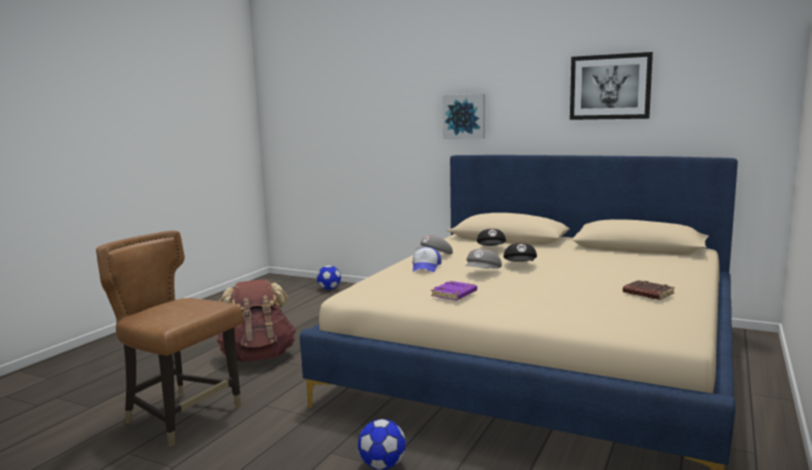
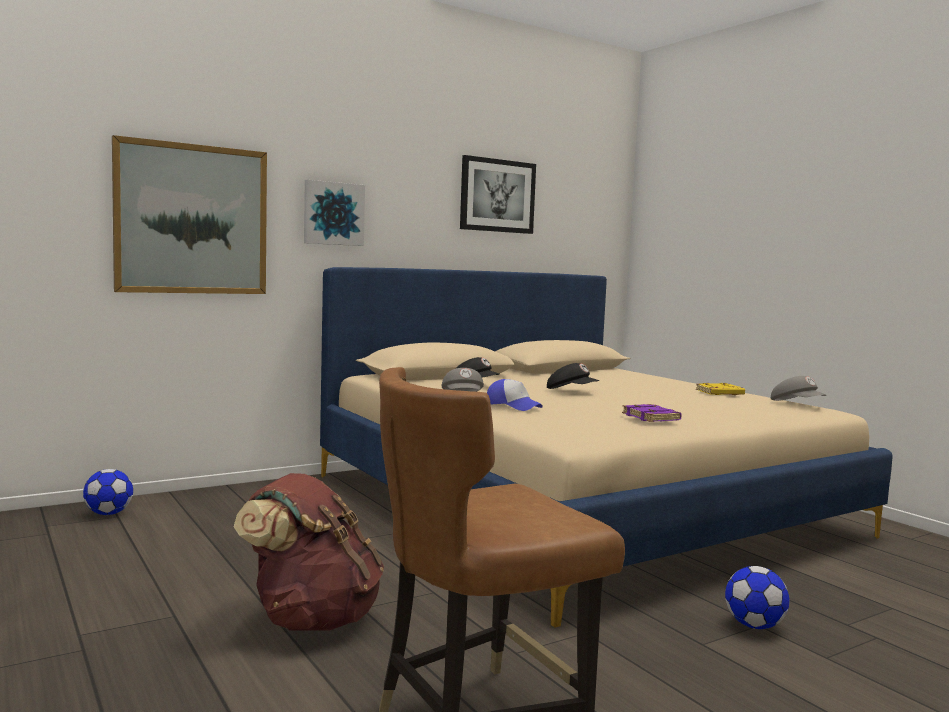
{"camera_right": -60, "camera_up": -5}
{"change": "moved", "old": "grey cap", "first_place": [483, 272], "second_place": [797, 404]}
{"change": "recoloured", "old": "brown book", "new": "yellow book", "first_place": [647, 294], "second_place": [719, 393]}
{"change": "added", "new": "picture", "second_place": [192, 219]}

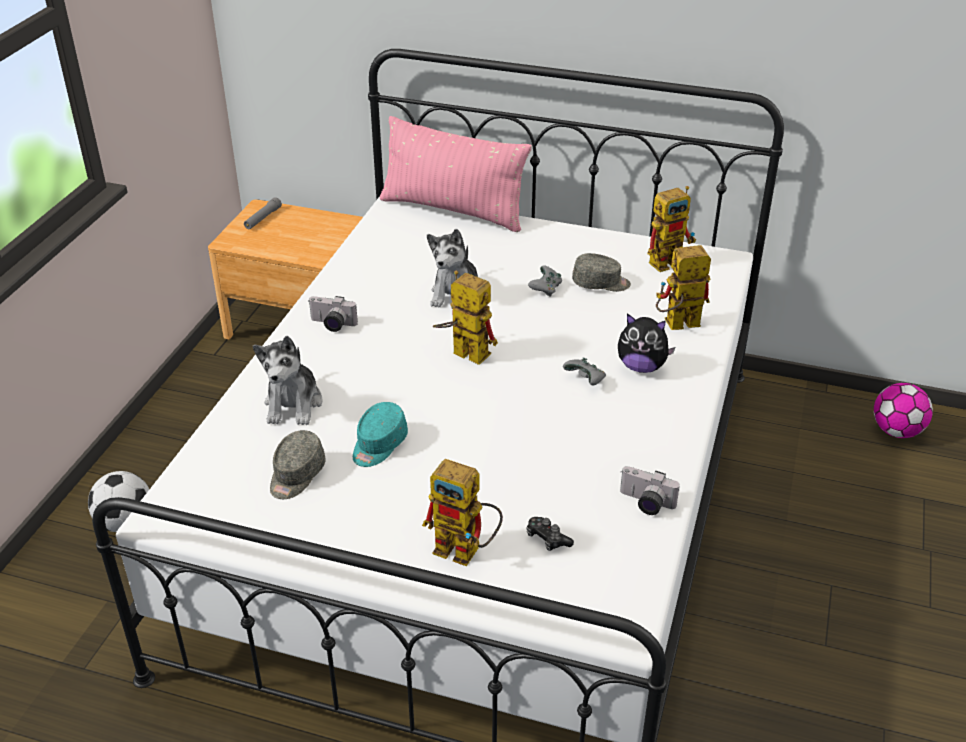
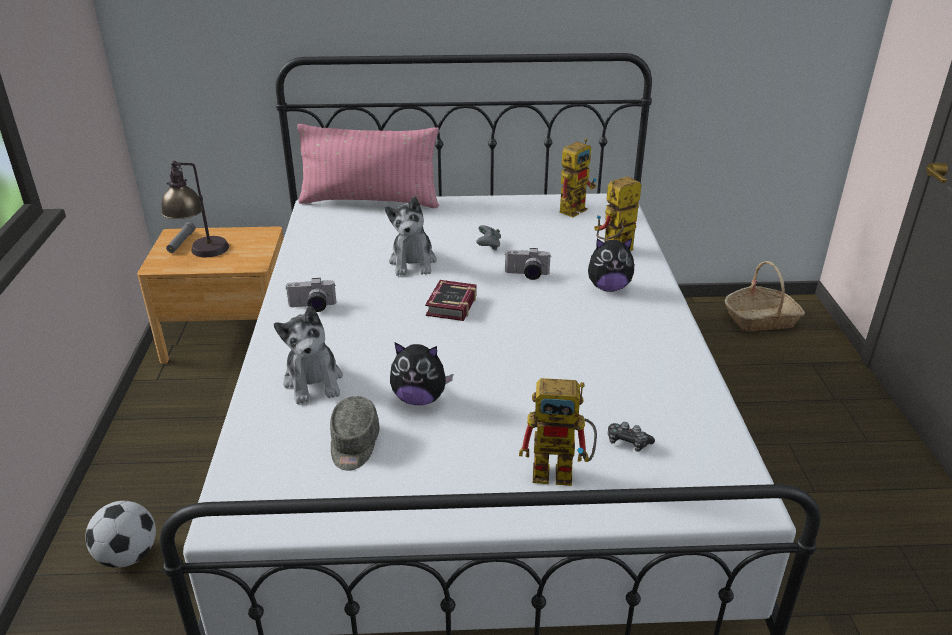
{"camera_right": -20, "camera_up": -5}
{"change": "removed", "old": "grey cap", "first_place": [601, 283]}
{"change": "replaced", "old": "toy robot", "new": "book", "first_place": [463, 353], "second_place": [449, 306]}
{"change": "removed", "old": "grey game controller", "first_place": [585, 380]}
{"change": "replaced", "old": "football", "new": "basket", "first_place": [896, 431], "second_place": [761, 319]}
{"change": "replaced", "old": "turquoise cap", "new": "plush toy", "first_place": [378, 445], "second_place": [419, 399]}
{"change": "moved", "old": "photo camera", "first_place": [645, 503], "second_place": [526, 275]}
{"change": "added", "new": "table lamp", "second_place": [202, 255]}

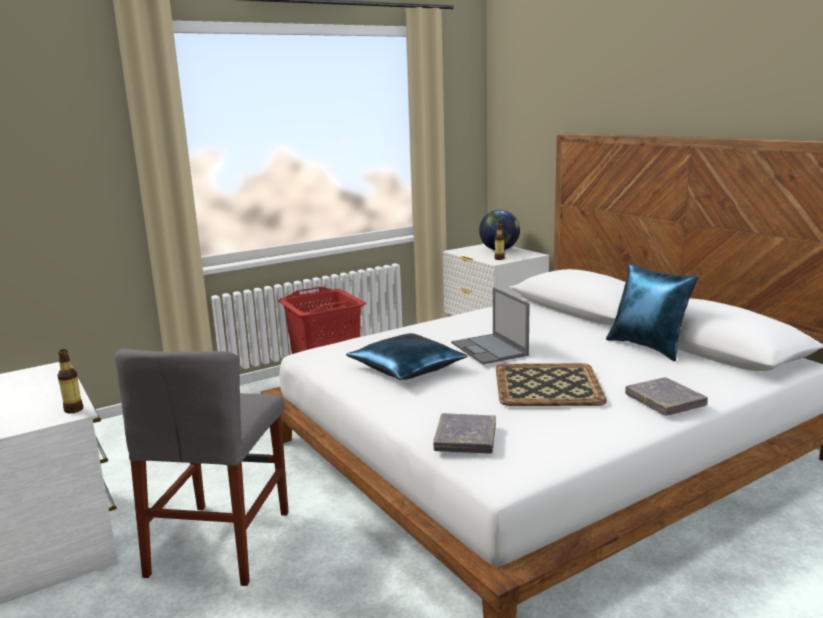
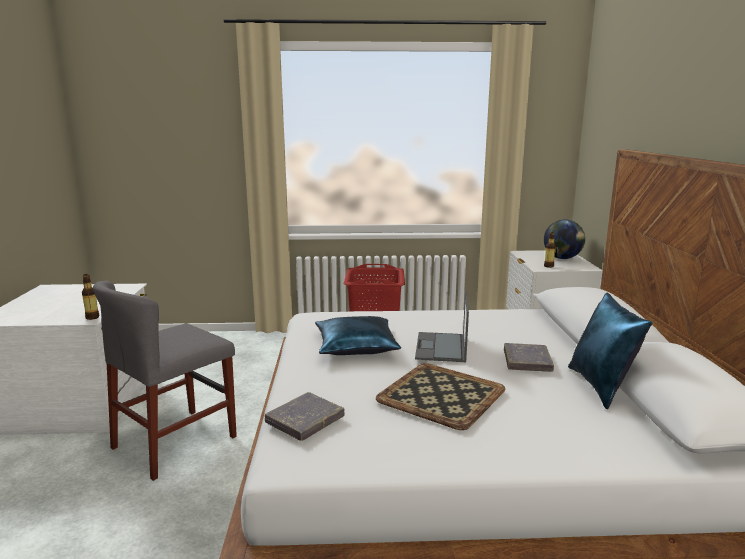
{"camera_right": 30, "camera_up": 0}
{"change": "moved", "old": "grey book", "first_place": [665, 401], "second_place": [527, 361]}

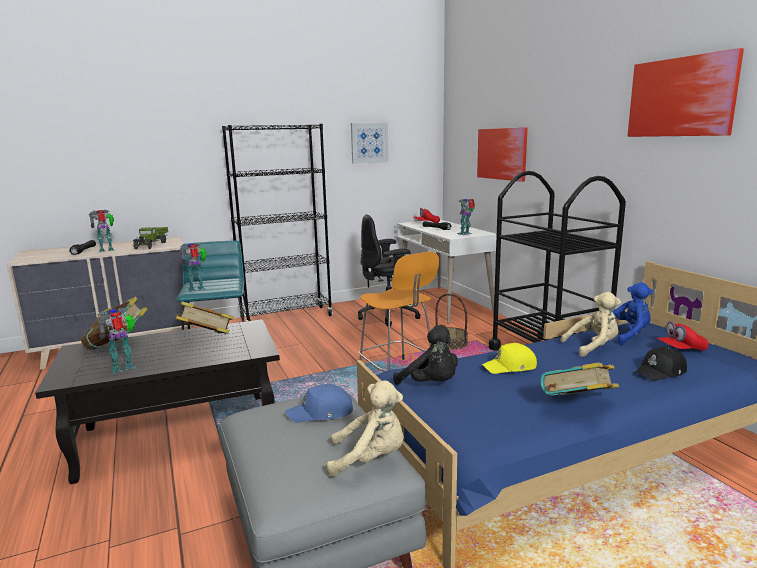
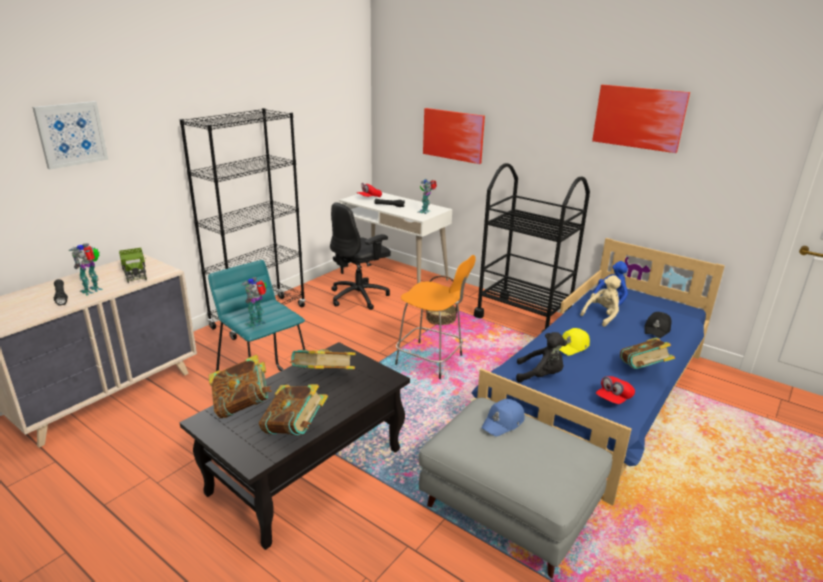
{"camera_right": -30, "camera_up": 10}
{"change": "moved", "old": "picture", "first_place": [369, 142], "second_place": [71, 134]}
{"change": "replaced", "old": "toy robot", "new": "book", "first_place": [124, 368], "second_place": [294, 429]}
{"change": "moved", "old": "red cap", "first_place": [681, 350], "second_place": [613, 399]}
{"change": "removed", "old": "beige plush toy", "first_place": [370, 459]}

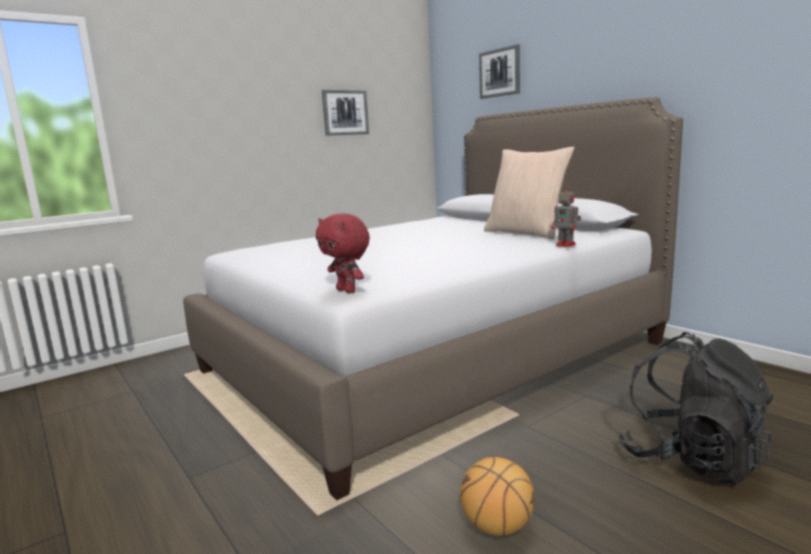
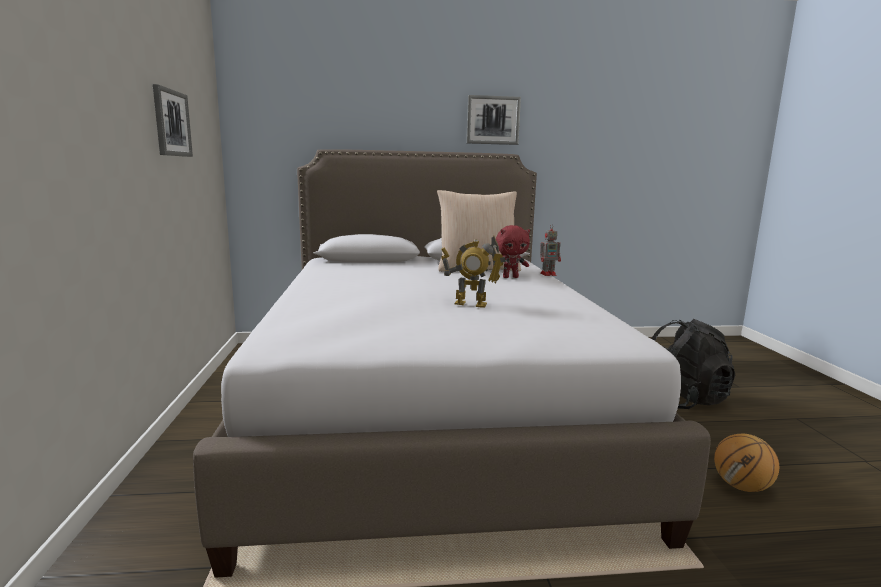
{"camera_right": -60, "camera_up": 0}
{"change": "moved", "old": "picture", "first_place": [500, 72], "second_place": [493, 120]}
{"change": "moved", "old": "red plush toy", "first_place": [347, 291], "second_place": [510, 277]}
{"change": "added", "new": "toy robot", "second_place": [470, 304]}

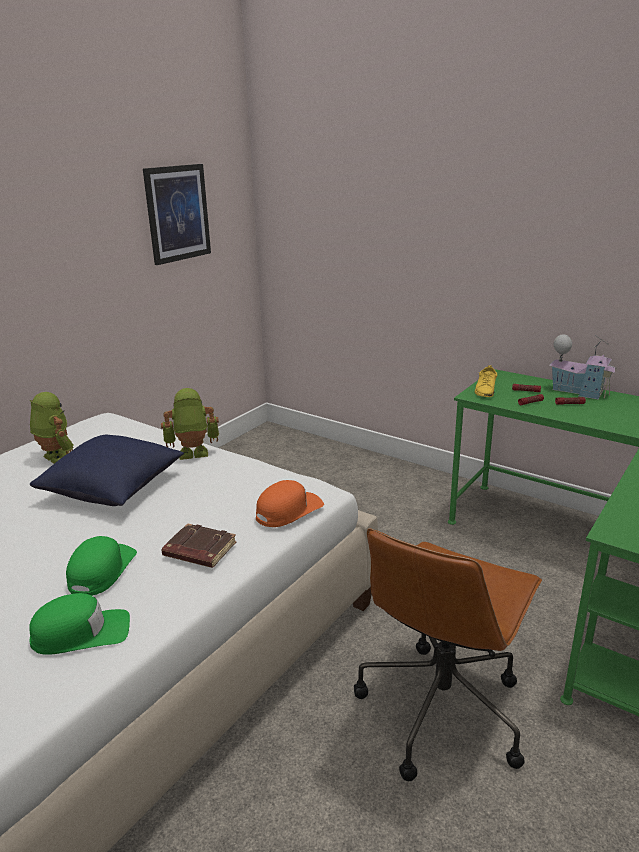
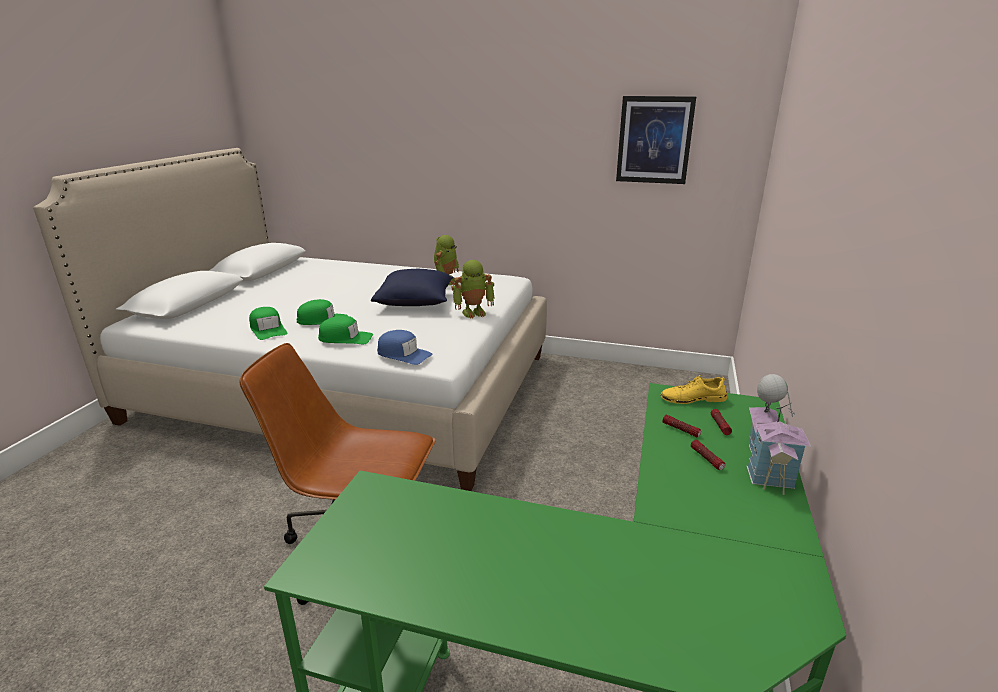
{"camera_right": 70, "camera_up": 0}
{"change": "turned", "old": "toy robot", "first_place": [193, 455], "second_place": [474, 312], "degrees": 105}
{"change": "recoloured", "old": "orange cap", "new": "blue cap", "first_place": [288, 510], "second_place": [403, 354]}
{"change": "replaced", "old": "brown book", "new": "green cap", "first_place": [198, 551], "second_place": [346, 338]}

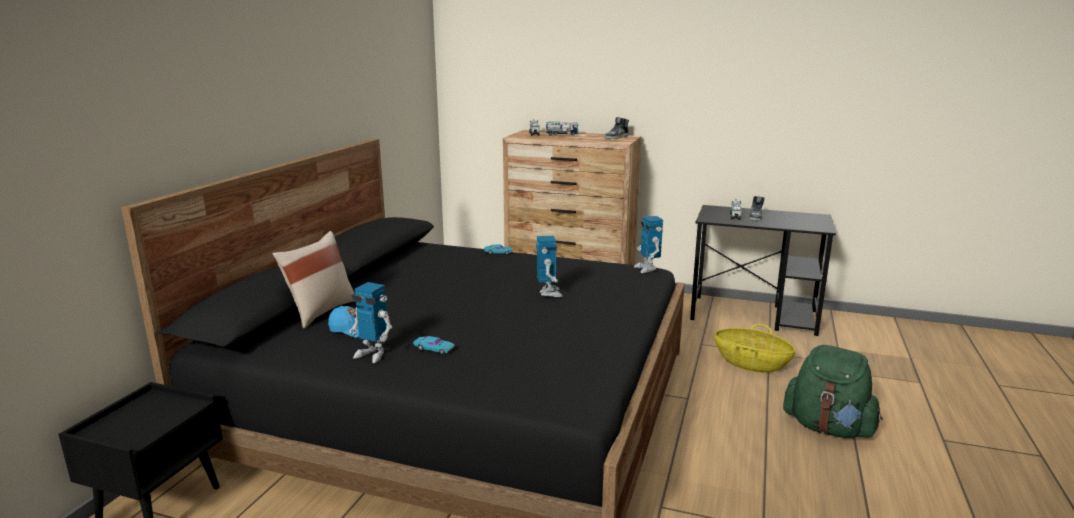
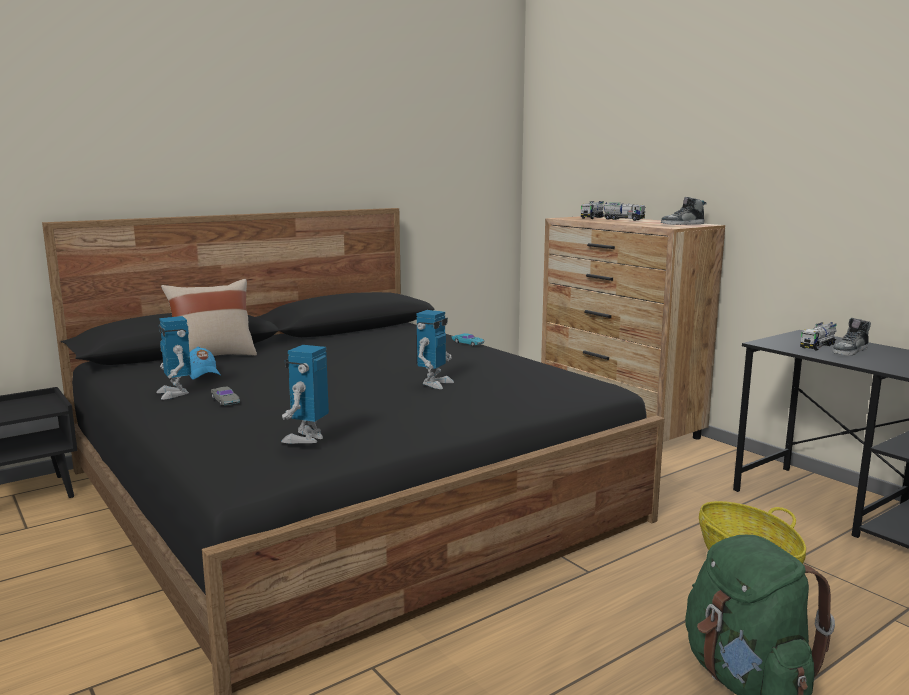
{"camera_right": 35, "camera_up": -5}
{"change": "moved", "old": "toy robot", "first_place": [647, 269], "second_place": [307, 438]}
{"change": "recoloured", "old": "turquoise toy car", "new": "grey toy car", "first_place": [434, 348], "second_place": [225, 400]}

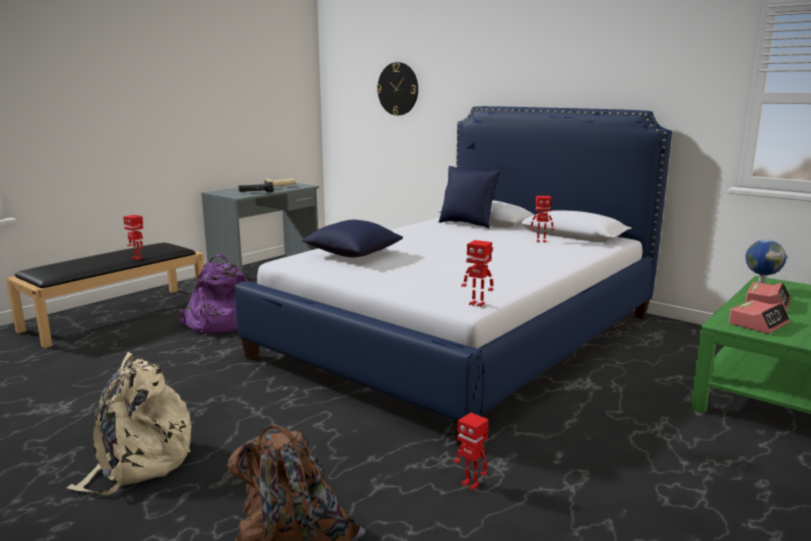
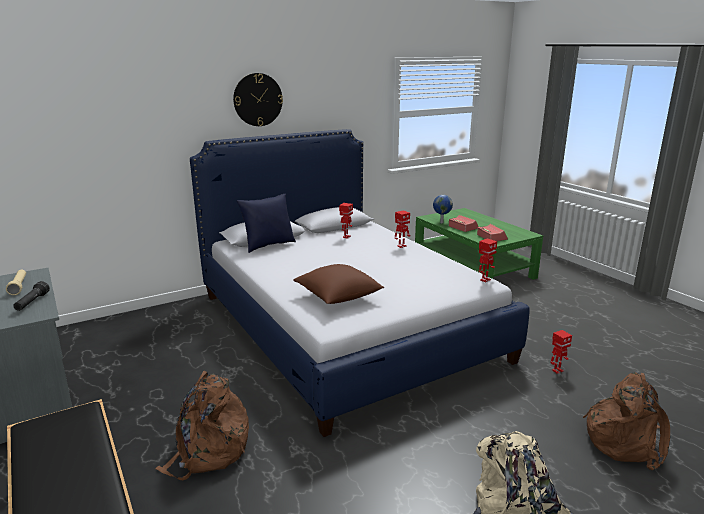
{"camera_right": -70, "camera_up": 5}
{"change": "moved", "old": "wall clock", "first_place": [398, 89], "second_place": [258, 99]}
{"change": "moved", "old": "toy robot", "first_place": [137, 258], "second_place": [401, 246]}
{"change": "recoloured", "old": "blue pillow", "new": "brown pillow", "first_place": [353, 254], "second_place": [338, 297]}
{"change": "recoloured", "old": "purple backpack", "new": "brown backpack", "first_place": [216, 324], "second_place": [208, 451]}

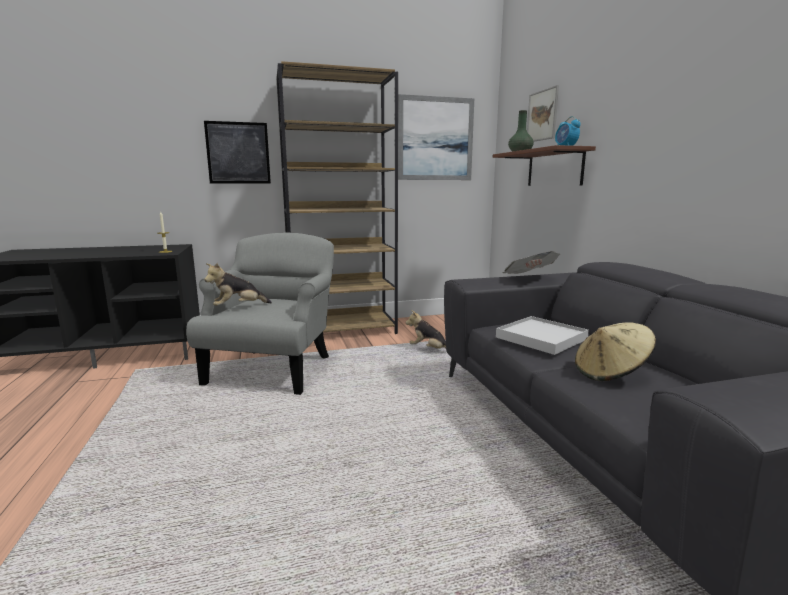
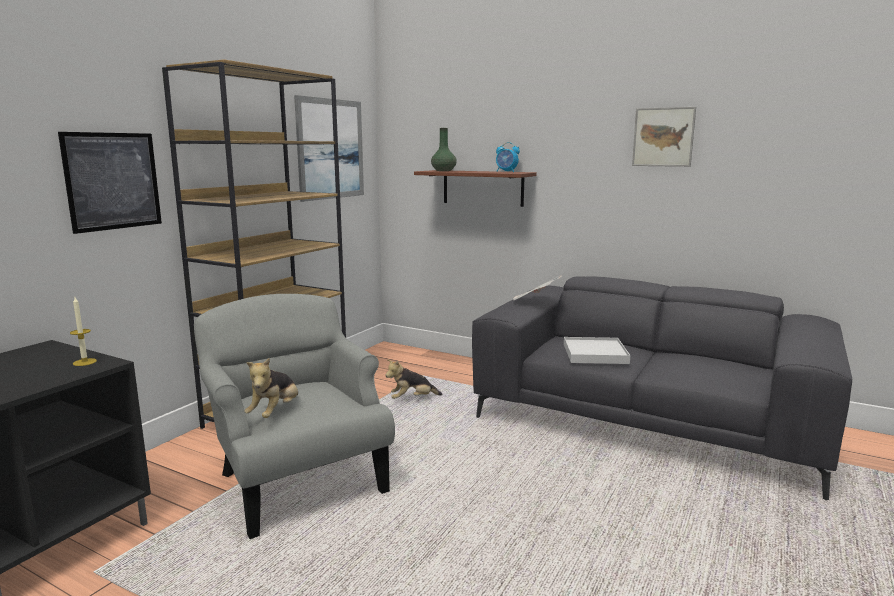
{"camera_right": -45, "camera_up": 0}
{"change": "moved", "old": "picture", "first_place": [542, 115], "second_place": [663, 137]}
{"change": "removed", "old": "beige hat", "first_place": [611, 373]}

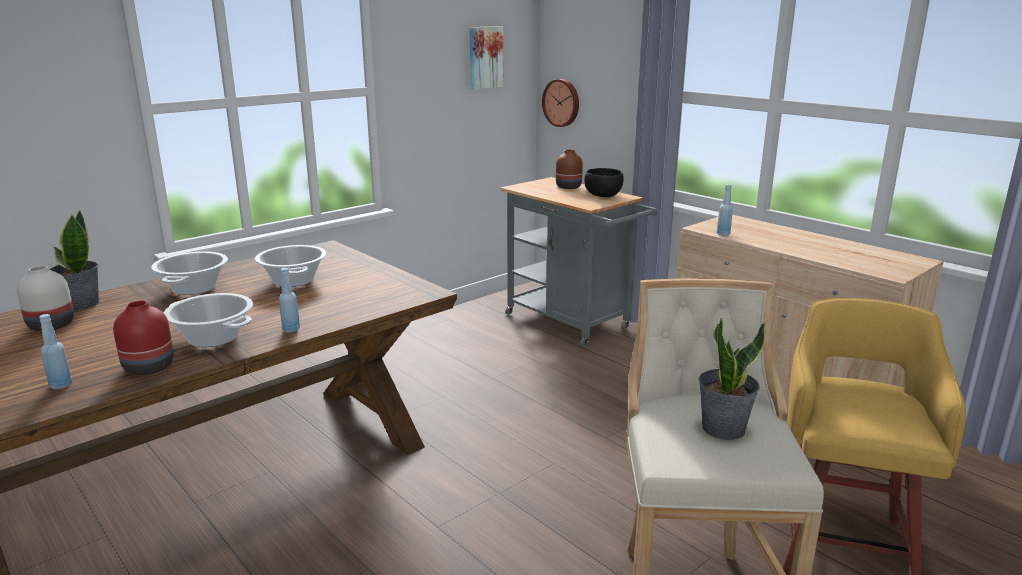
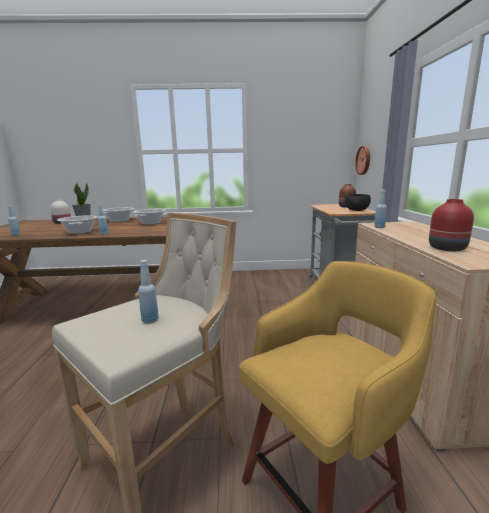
{"camera_right": 40, "camera_up": -5}
{"change": "removed", "old": "picture", "first_place": [485, 57]}
{"change": "moved", "old": "red vase", "first_place": [149, 368], "second_place": [447, 248]}
{"change": "replaced", "old": "potted plant", "new": "blue bottle", "first_place": [723, 428], "second_place": [150, 320]}

